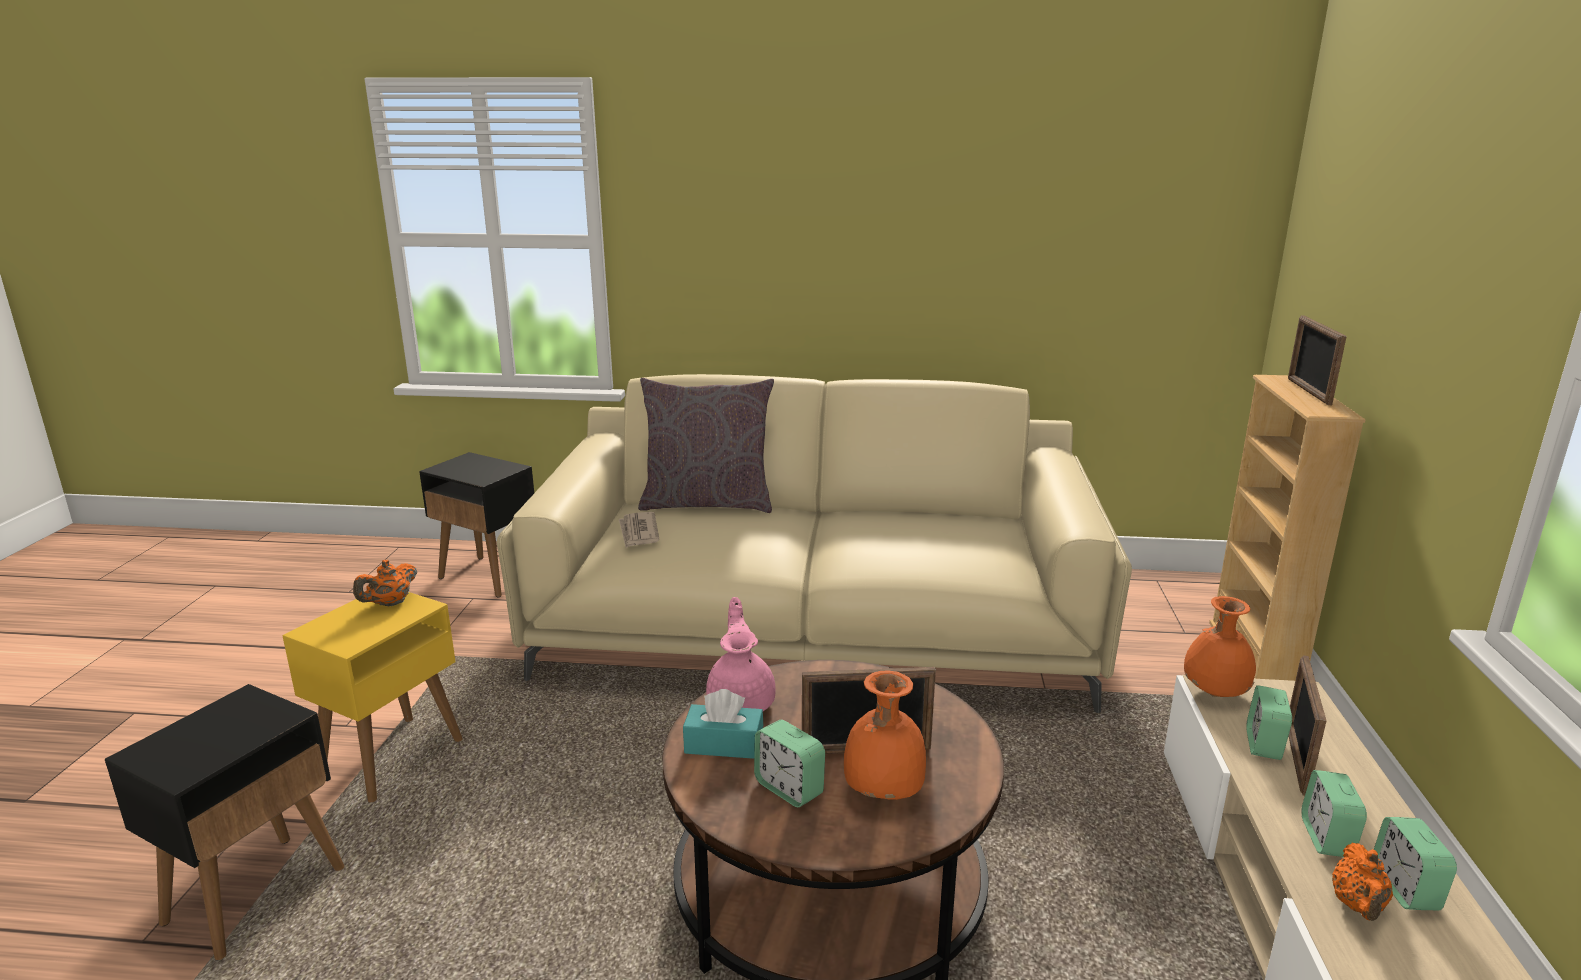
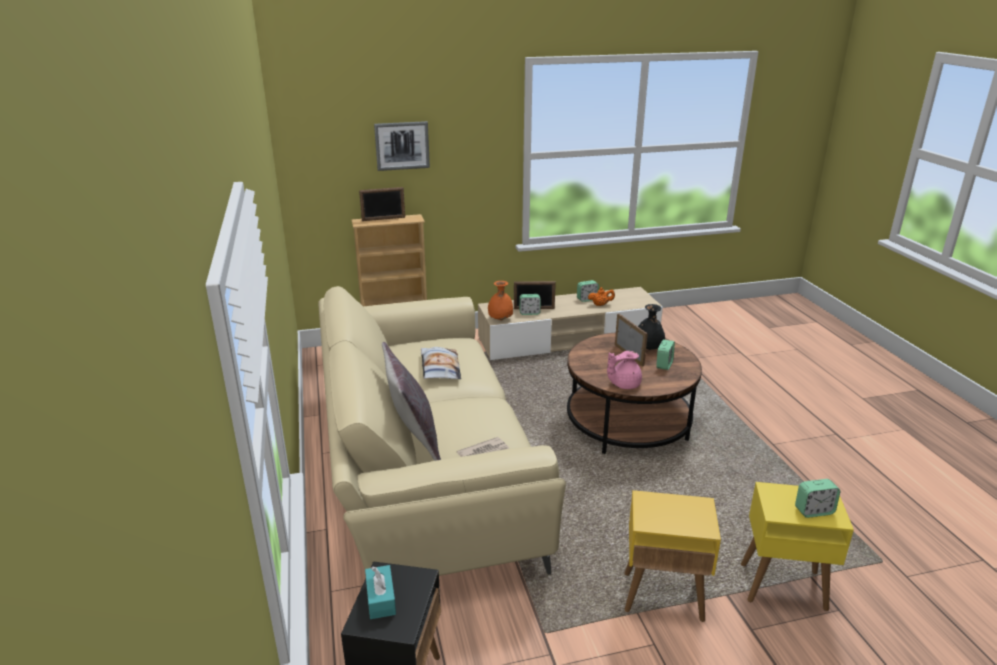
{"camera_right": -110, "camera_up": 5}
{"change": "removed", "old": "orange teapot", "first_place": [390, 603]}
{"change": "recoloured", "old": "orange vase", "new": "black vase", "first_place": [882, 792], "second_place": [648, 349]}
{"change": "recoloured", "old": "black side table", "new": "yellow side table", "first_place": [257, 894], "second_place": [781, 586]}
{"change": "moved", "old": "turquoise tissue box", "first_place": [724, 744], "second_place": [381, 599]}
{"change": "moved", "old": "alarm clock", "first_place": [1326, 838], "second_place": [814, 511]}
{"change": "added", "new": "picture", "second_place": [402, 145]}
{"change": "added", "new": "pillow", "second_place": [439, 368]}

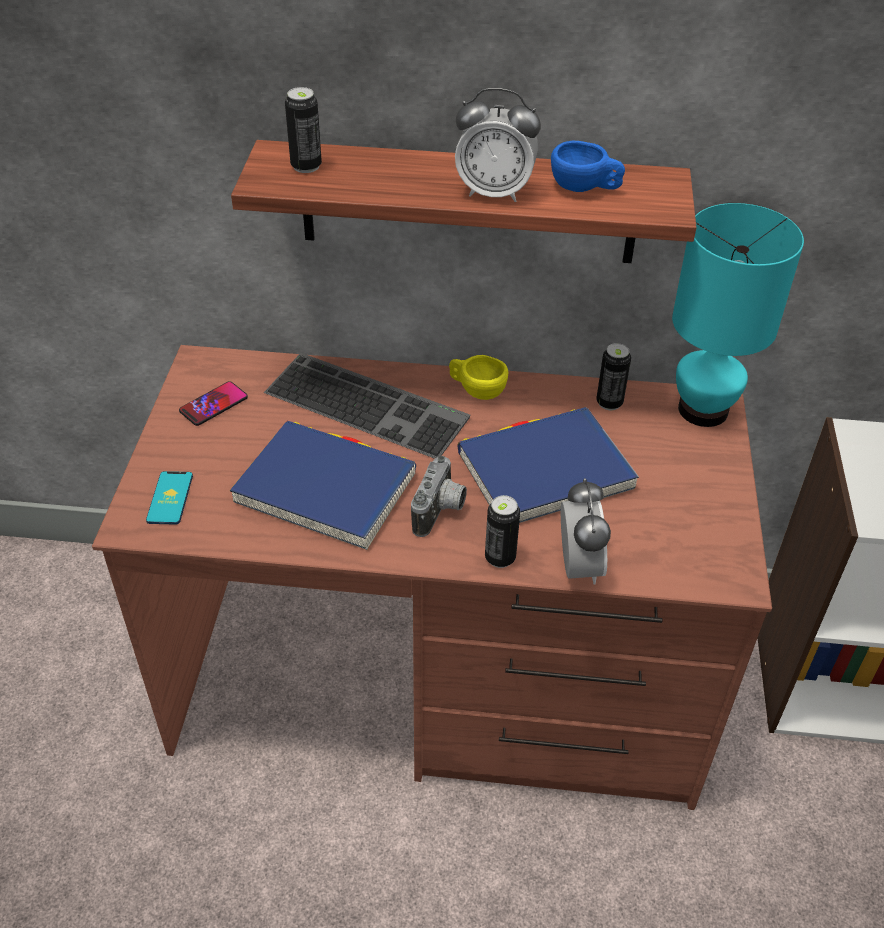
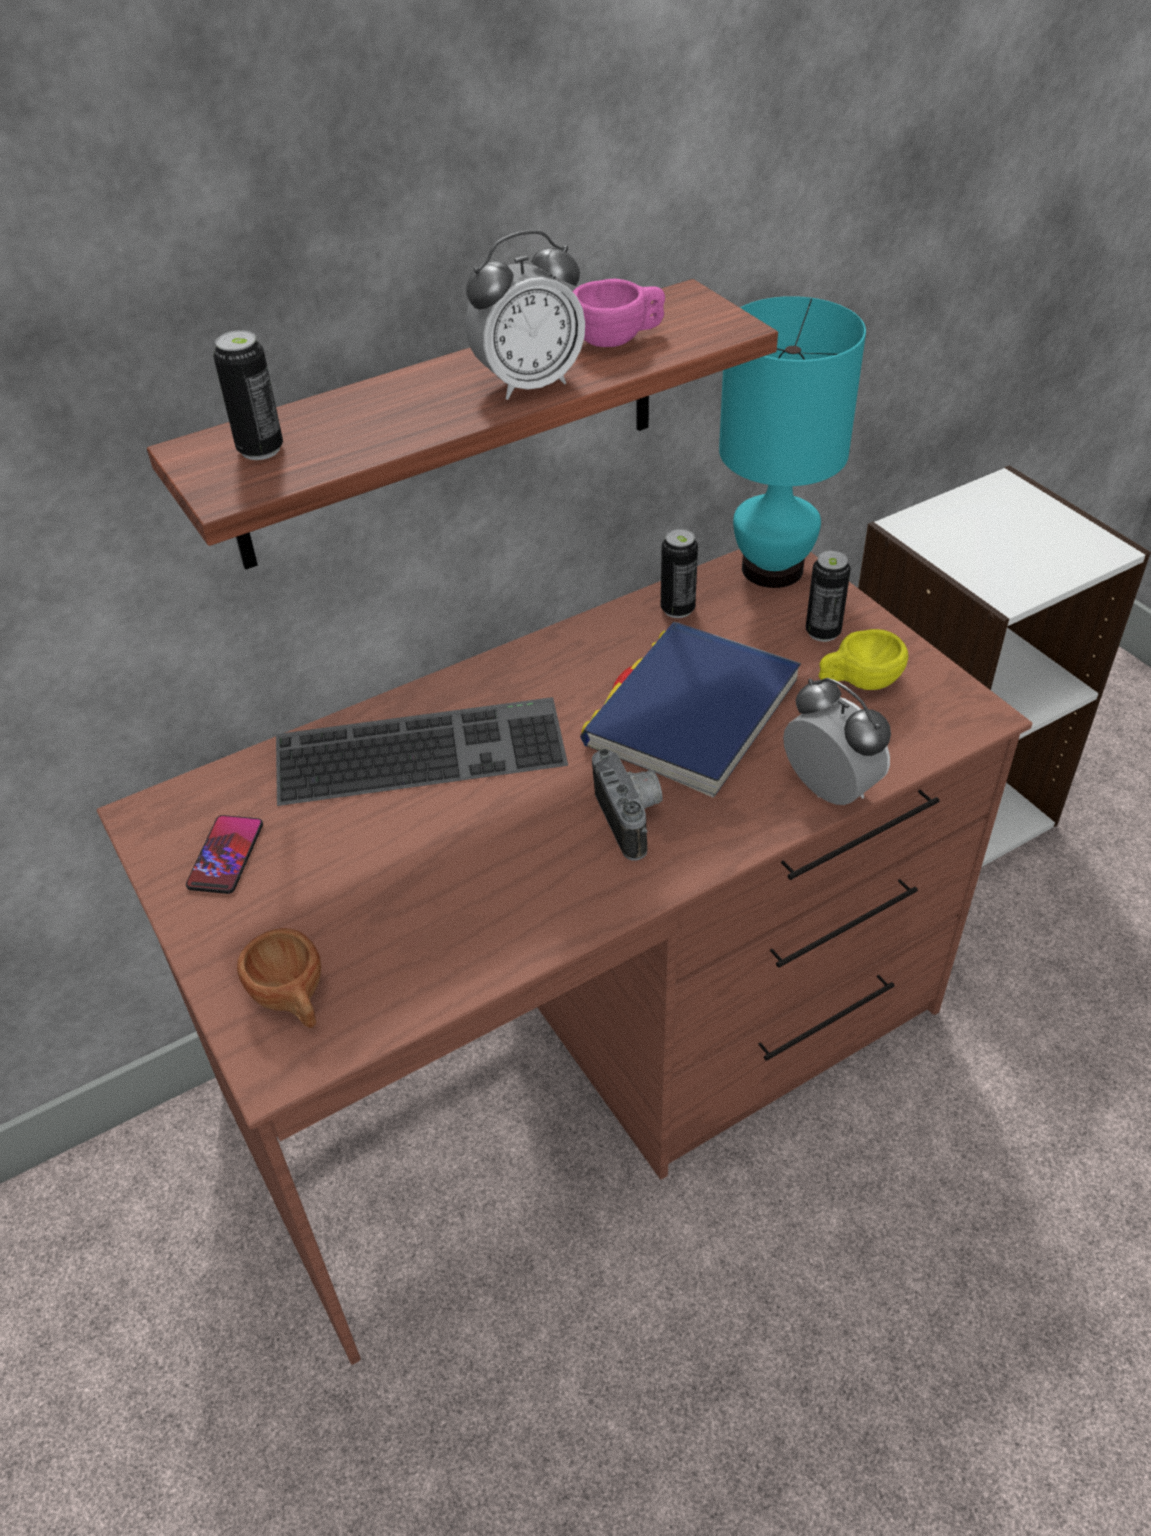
{"camera_right": -35, "camera_up": 0}
{"change": "recoloured", "old": "blue cup", "new": "pink cup", "first_place": [584, 188], "second_place": [619, 340]}
{"change": "moved", "old": "yellow cup", "first_place": [476, 390], "second_place": [858, 682]}
{"change": "removed", "old": "blue book", "first_place": [326, 489]}
{"change": "replaced", "old": "phone", "new": "brown cup", "first_place": [170, 498], "second_place": [293, 1000]}
{"change": "moved", "old": "can", "first_place": [500, 558], "second_place": [823, 632]}

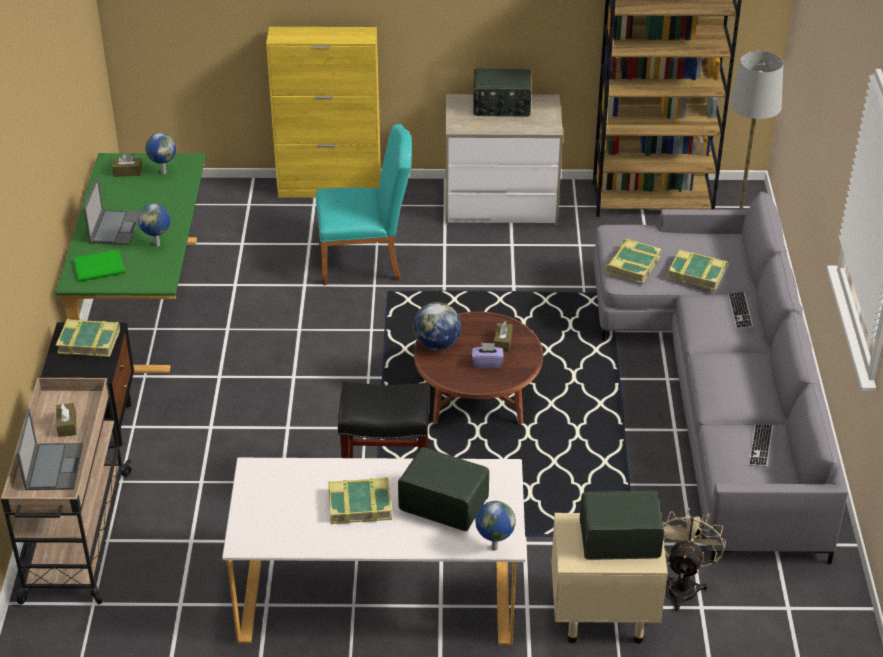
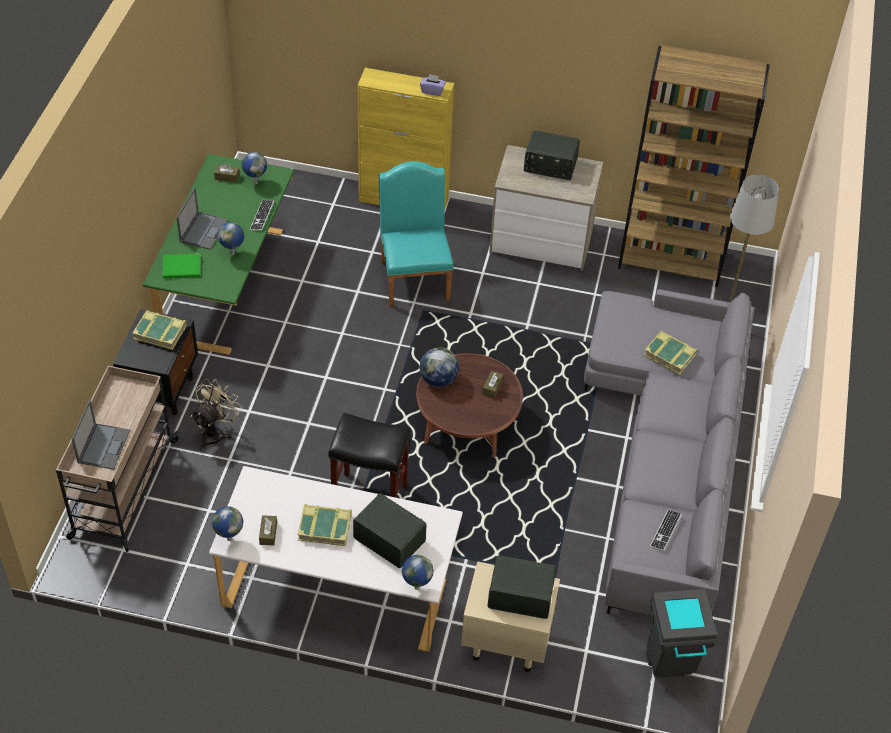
{"camera_right": 10, "camera_up": 10}
{"change": "turned", "old": "turquoise chair", "first_place": [366, 260], "second_place": [414, 277], "degrees": -105}
{"change": "removed", "old": "book", "first_place": [632, 265]}
{"change": "moved", "old": "keyboard", "first_place": [740, 311], "second_place": [262, 216]}
{"change": "moved", "old": "purple tissue box", "first_place": [487, 363], "second_place": [432, 91]}
{"change": "moved", "old": "brown tissue box", "first_place": [67, 425], "second_place": [268, 533]}
{"change": "moved", "old": "beige fan", "first_place": [683, 585], "second_place": [216, 432]}
{"change": "added", "new": "globe", "second_place": [229, 538]}
{"change": "added", "new": "grey trash can", "second_place": [670, 669]}

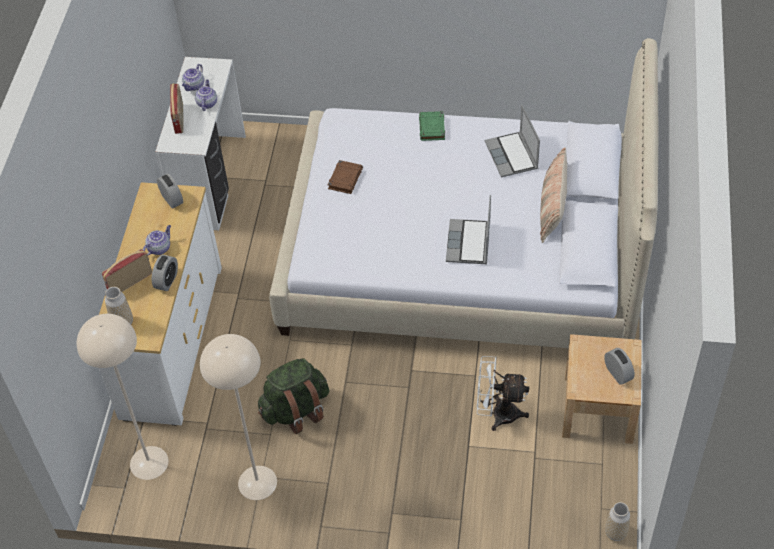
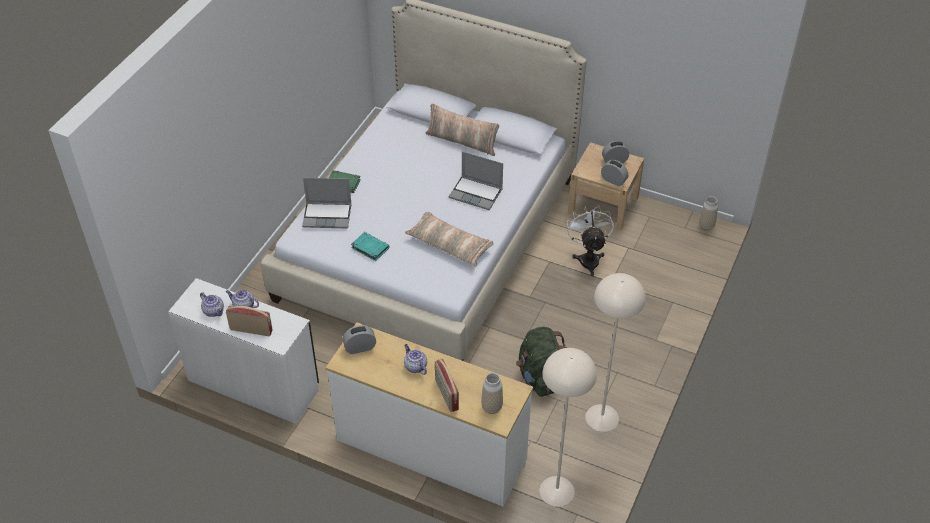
{"camera_right": -75, "camera_up": -5}
{"change": "moved", "old": "laptop", "first_place": [512, 156], "second_place": [328, 215]}
{"change": "recoloured", "old": "brown book", "new": "turquoise book", "first_place": [345, 178], "second_place": [369, 248]}
{"change": "moved", "old": "alarm clock", "first_place": [167, 281], "second_place": [613, 180]}
{"change": "turned", "old": "white fan", "first_place": [497, 413], "second_place": [588, 258], "degrees": 150}
{"change": "added", "new": "pillow", "second_place": [449, 244]}

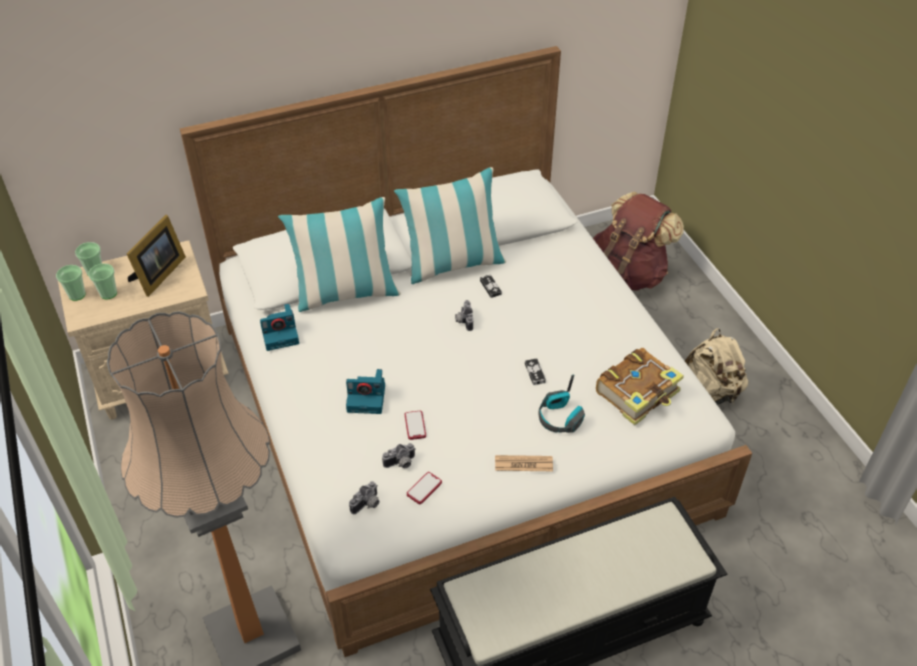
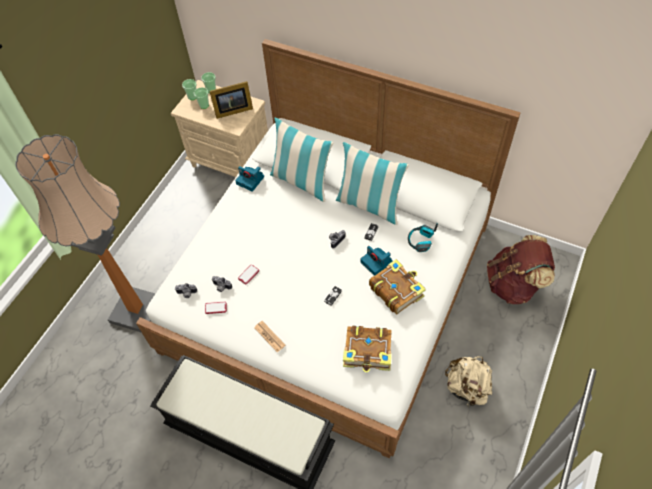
{"camera_right": 50, "camera_up": 10}
{"change": "moved", "old": "photo camera", "first_place": [367, 398], "second_place": [377, 262]}
{"change": "moved", "old": "headphones", "first_place": [560, 418], "second_place": [420, 241]}
{"change": "added", "new": "book", "second_place": [396, 290]}

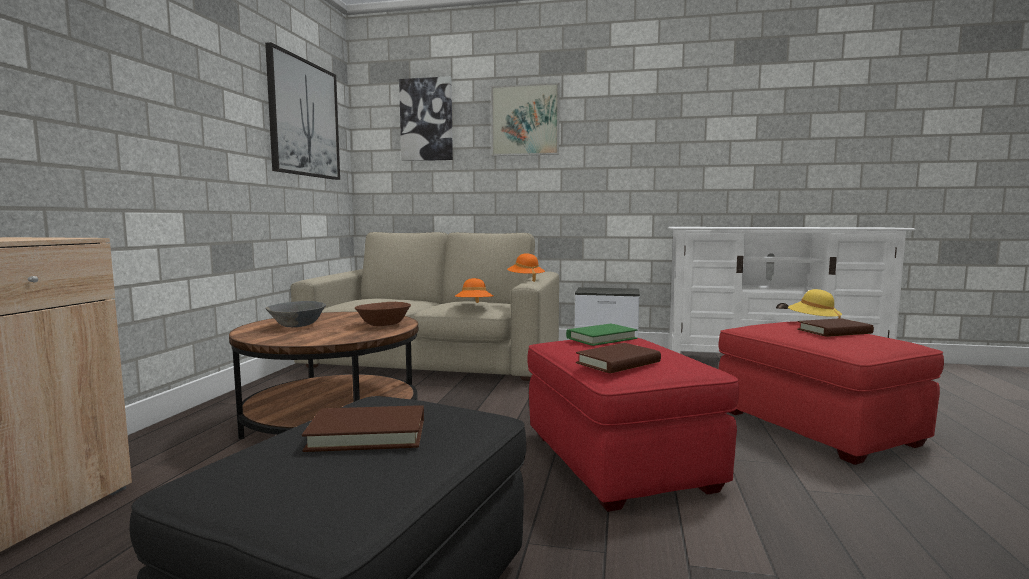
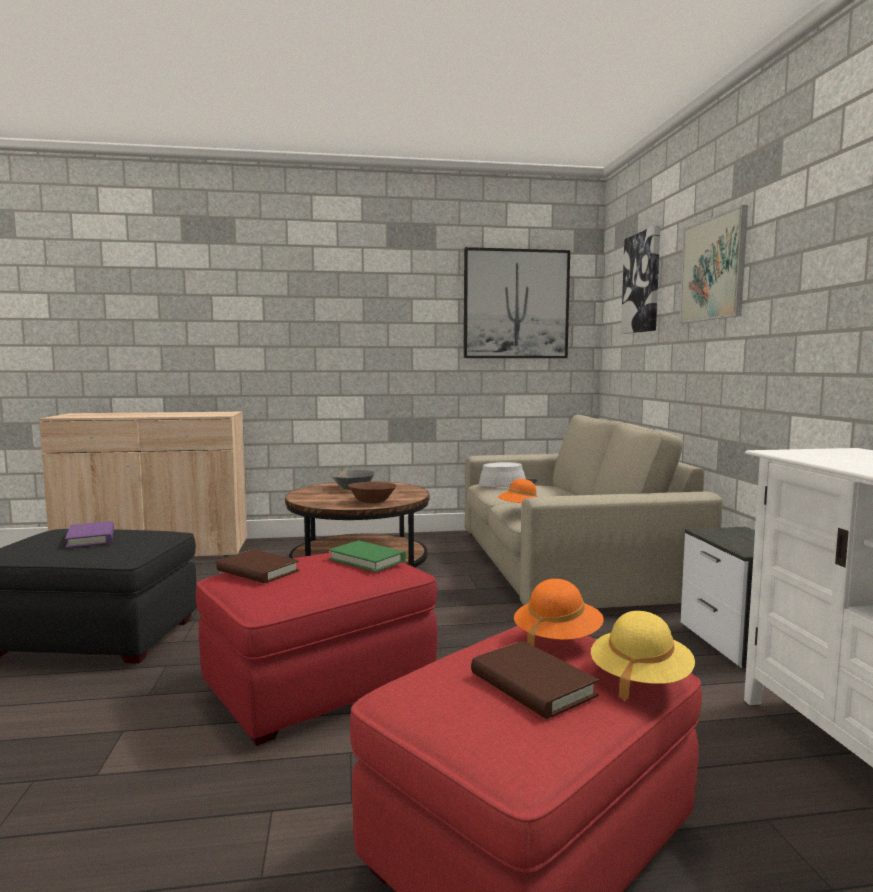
{"camera_right": 70, "camera_up": 0}
{"change": "moved", "old": "orange hat", "first_place": [525, 279], "second_place": [557, 639]}
{"change": "recoloured", "old": "brown book", "new": "purple book", "first_place": [368, 434], "second_place": [91, 538]}
{"change": "added", "new": "grey hat", "second_place": [507, 484]}

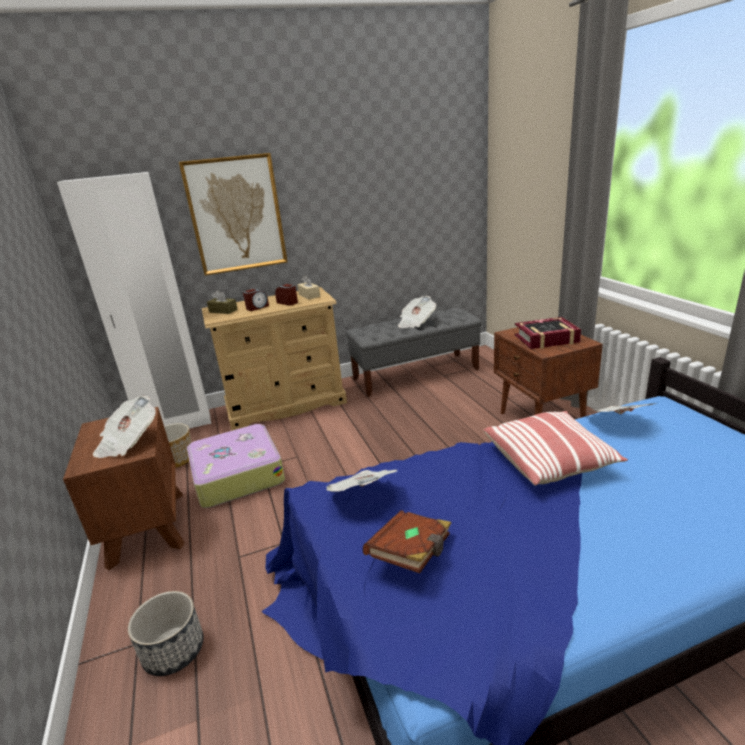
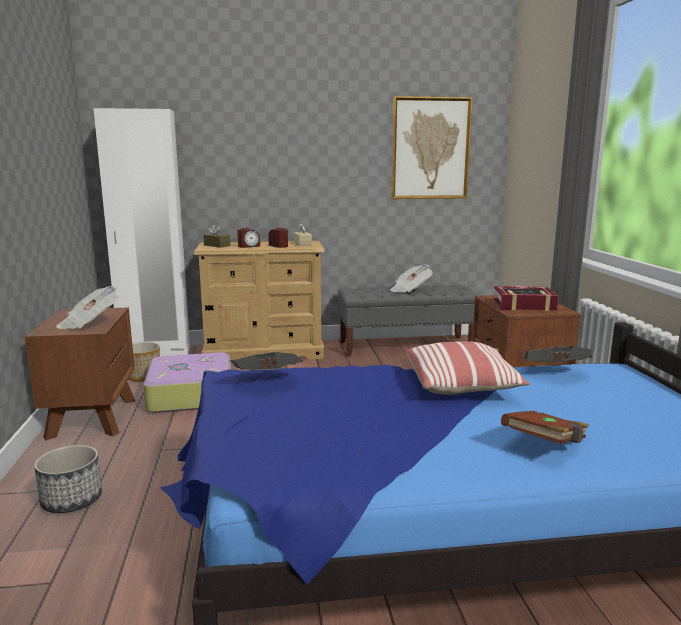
{"camera_right": 10, "camera_up": -10}
{"change": "moved", "old": "picture", "first_place": [236, 215], "second_place": [430, 149]}
{"change": "moved", "old": "brown book", "first_place": [412, 553], "second_place": [546, 444]}

